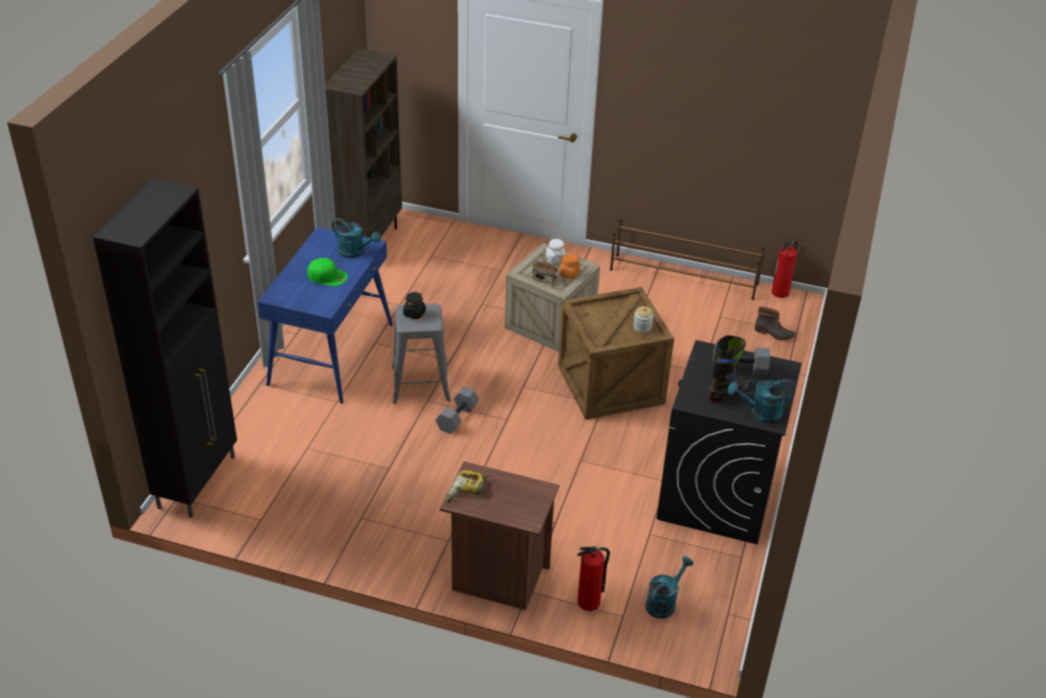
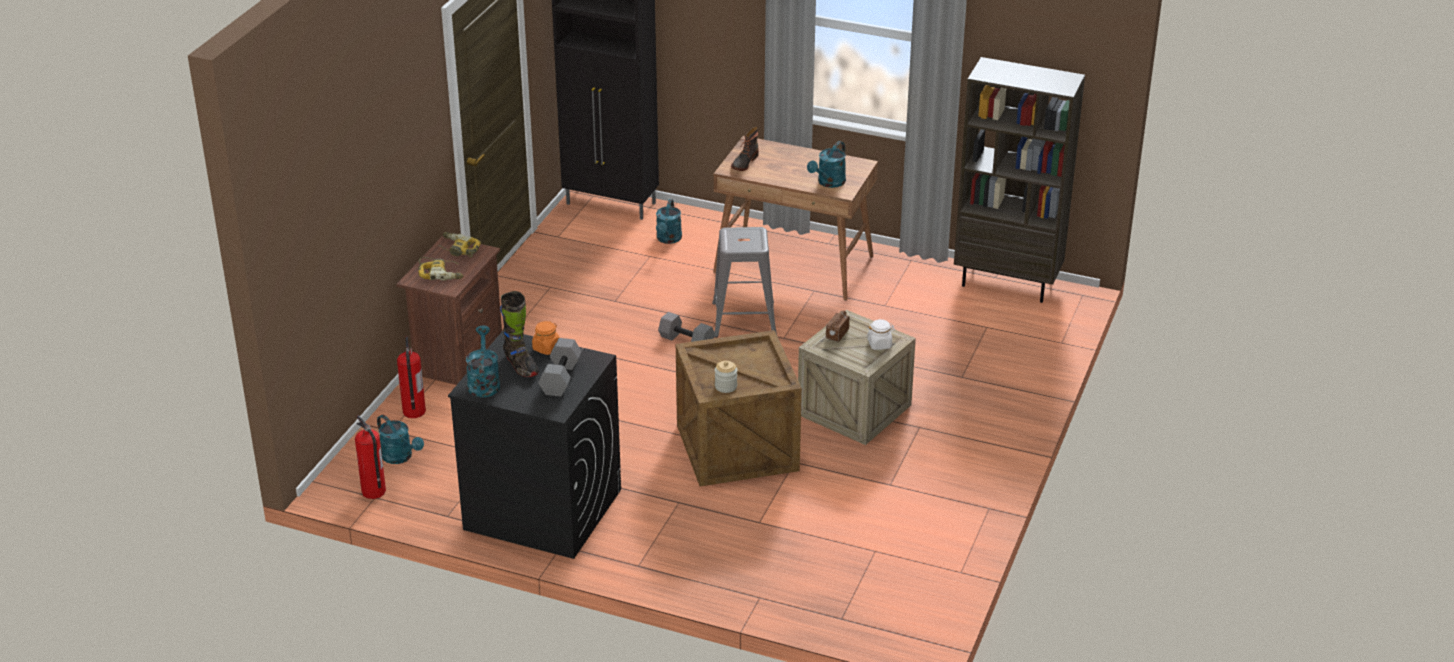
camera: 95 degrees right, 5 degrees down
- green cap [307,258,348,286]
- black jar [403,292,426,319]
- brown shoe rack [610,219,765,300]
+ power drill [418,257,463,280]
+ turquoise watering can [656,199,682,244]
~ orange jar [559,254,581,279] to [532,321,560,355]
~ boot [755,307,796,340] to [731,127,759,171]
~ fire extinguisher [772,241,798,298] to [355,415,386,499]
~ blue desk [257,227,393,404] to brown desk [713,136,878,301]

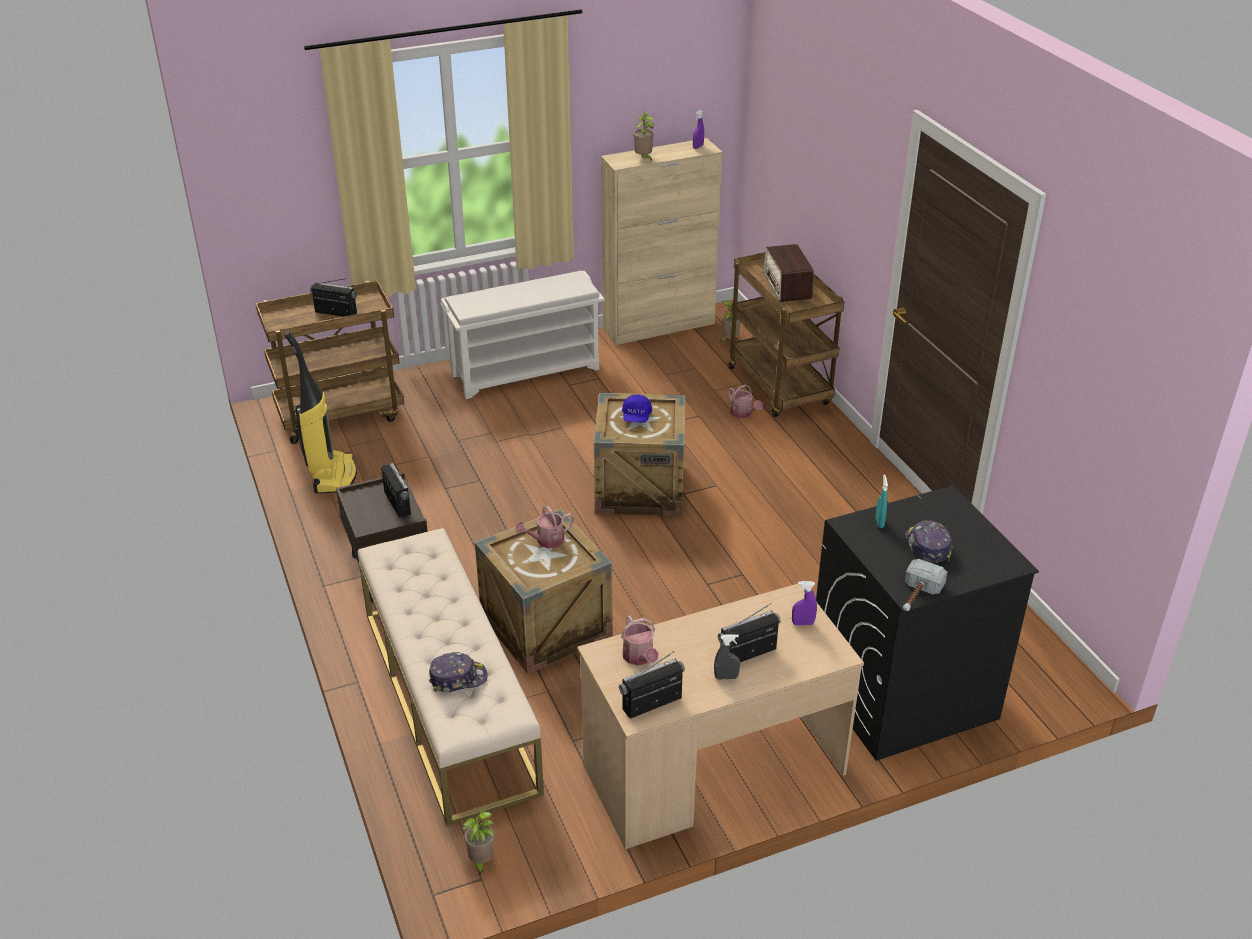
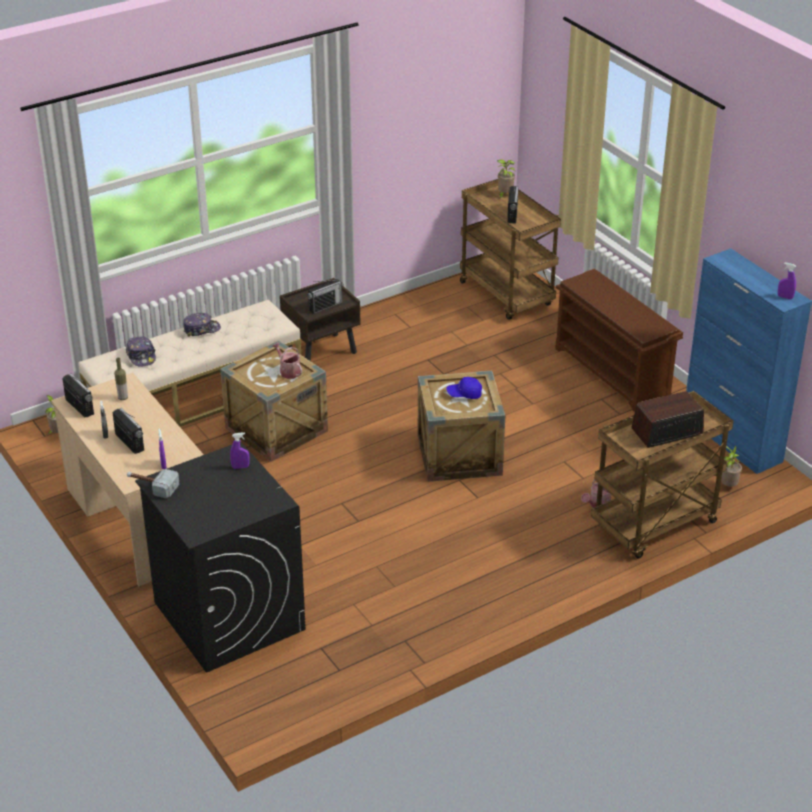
camera: 80 degrees right, 0 degrees up
- vacuum cleaner [284,331,357,494]
~ potted plant [633,112,654,161] to [497,159,515,199]
~ cap [905,520,953,563] to [183,313,221,337]
~ watering can [621,615,659,666] to bottle [114,358,128,400]
~ white shoe rack [441,271,604,399] to brown shoe rack [555,269,683,412]
~ beige cabinet [601,138,722,345] to blue cabinet [686,248,812,474]
~ turquoise spray bottle [876,474,888,528] to purple spray bottle [230,432,249,469]

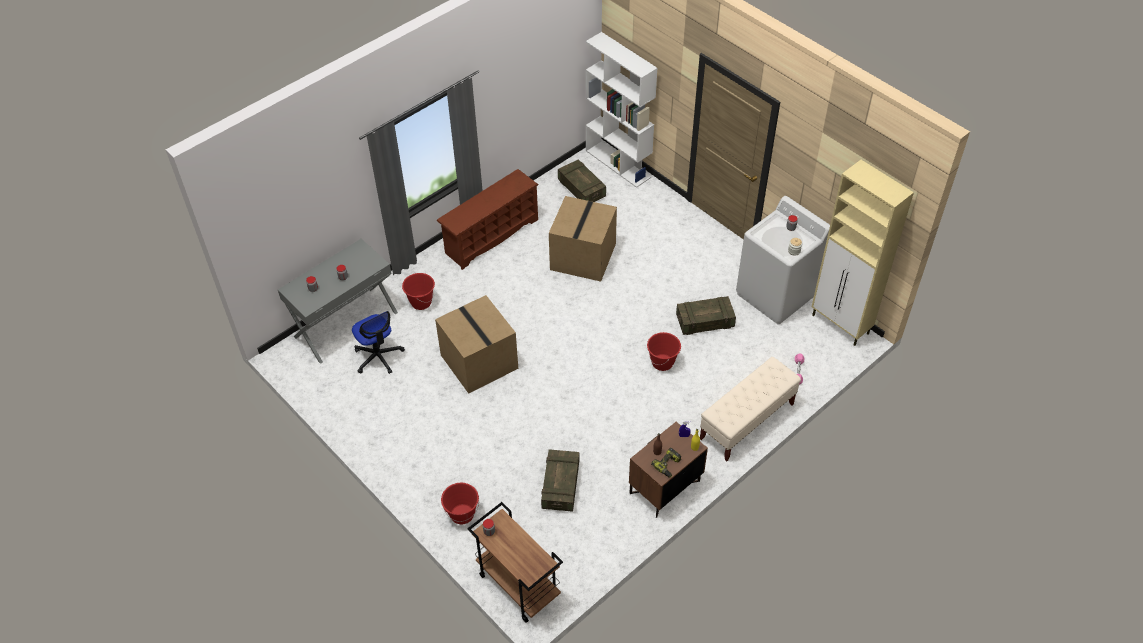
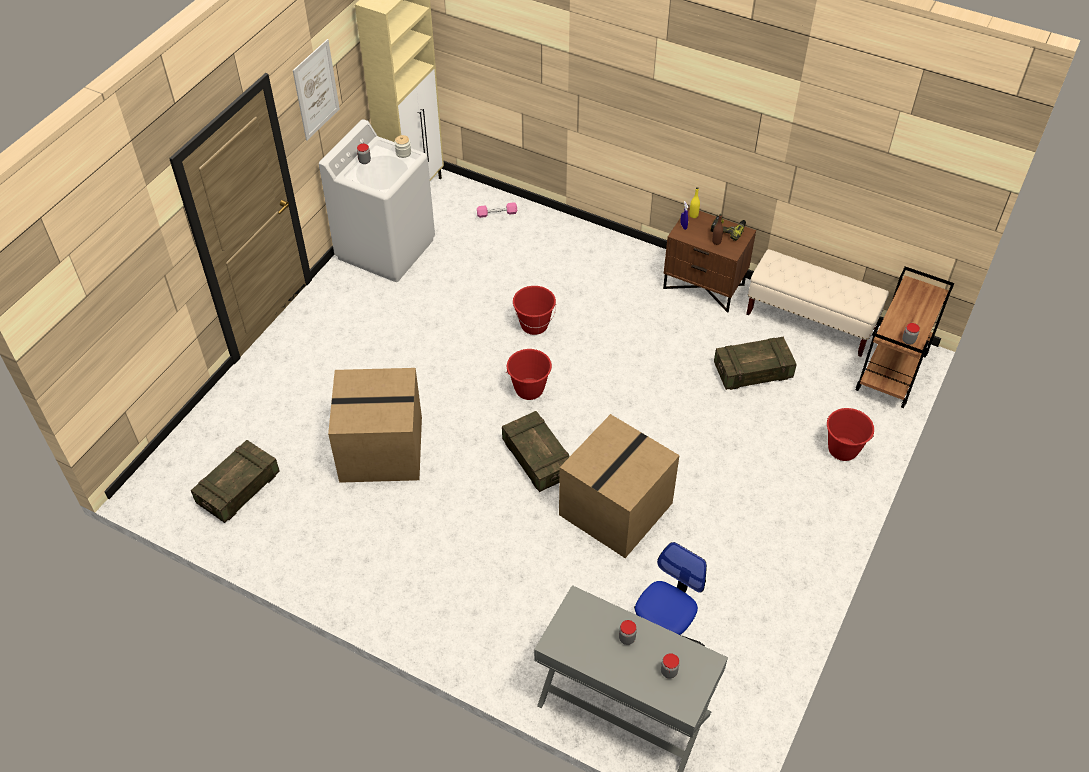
camera: 110 degrees left, 0 degrees up
- brown shoe rack [437,169,539,270]
- white bookcase [586,32,657,188]
+ picture [293,39,340,140]
~ red bucket [402,273,435,310] to [506,349,552,400]
~ crate [676,296,736,335] to [502,411,570,492]
~ beige bench [700,357,801,461] to [746,249,889,357]

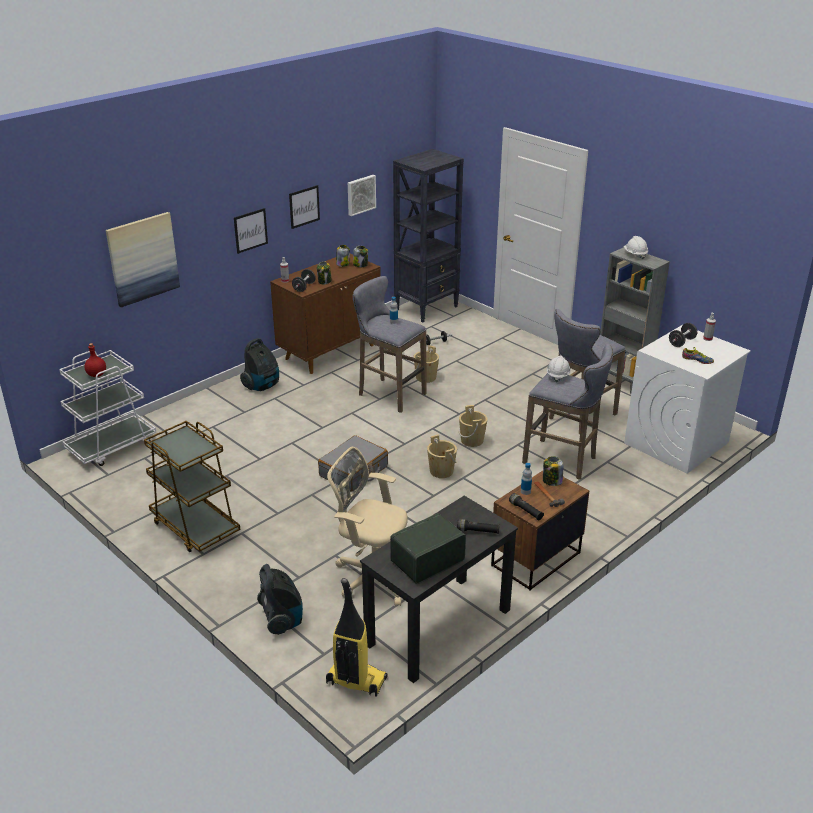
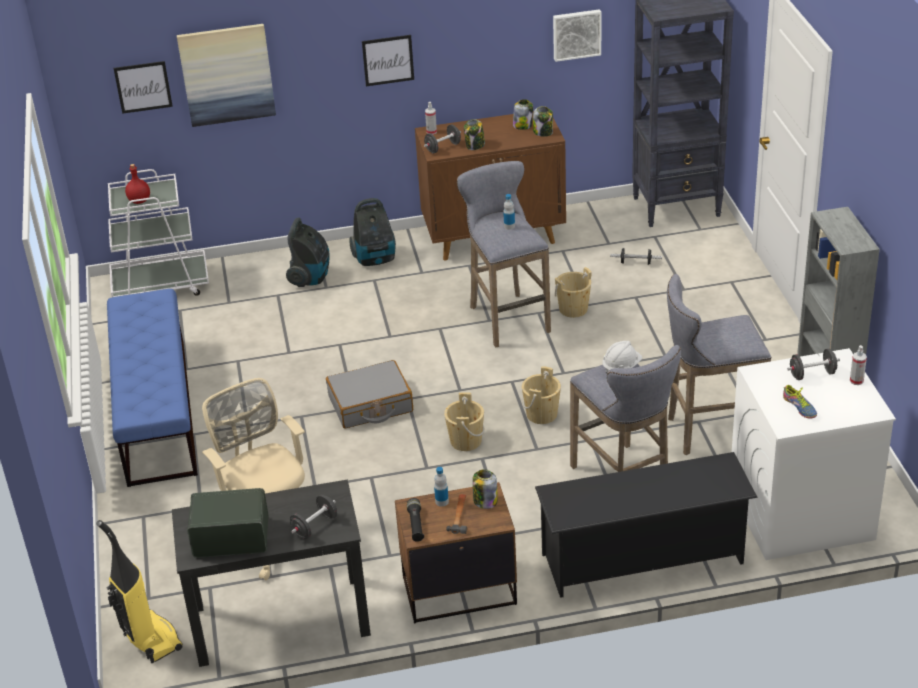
camera: 35 degrees right, 5 degrees up
- white hard hat [624,236,648,260]
+ black shoe rack [535,452,757,598]
~ vacuum cleaner [257,564,303,635] to [286,217,329,287]
~ picture [289,185,320,229] to [114,61,173,114]
~ brown cart [144,421,241,552] to blue bench [107,289,198,487]
~ black flashlight [457,519,500,534] to black dumbbell [290,495,337,539]

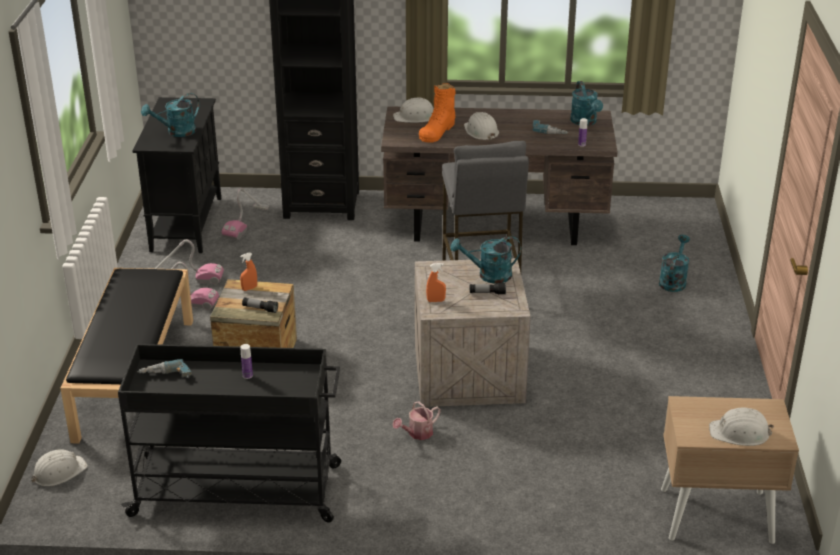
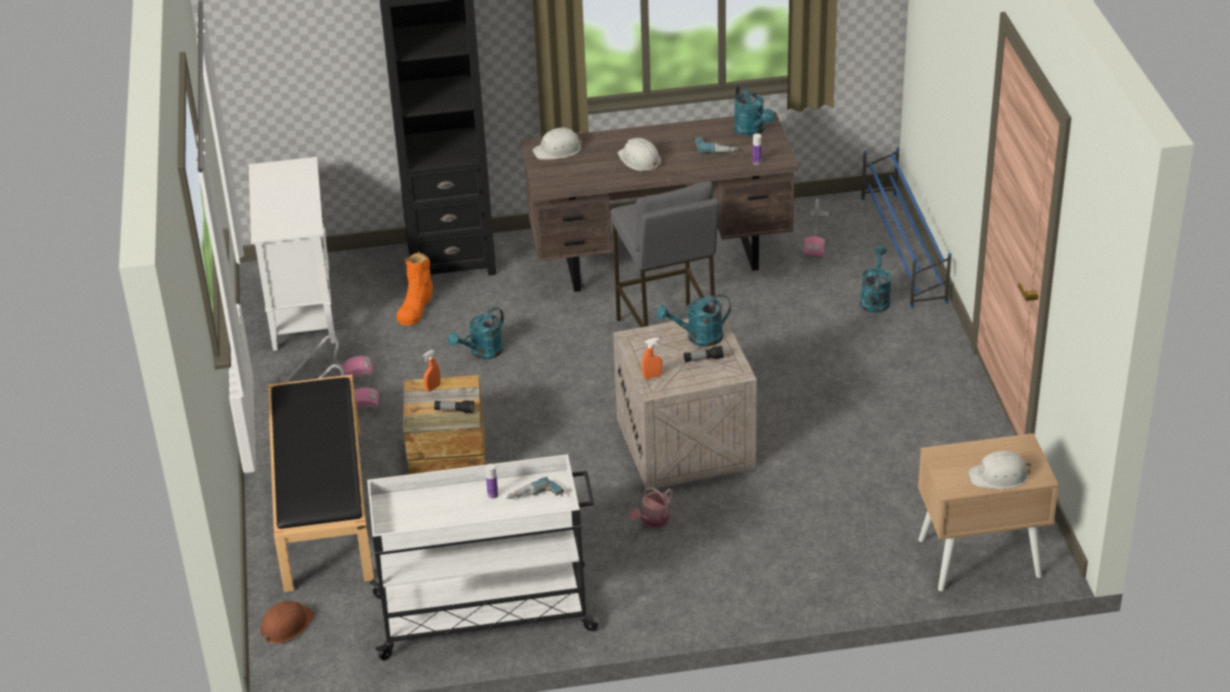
camera: 10 degrees left, 5 degrees up
+ blue shoe rack [861,147,952,308]
~ power drill [137,359,192,378] to [506,477,564,499]
~ turquoise watering can [141,93,200,137] to [448,307,504,360]
~ vacuum cleaner [222,188,269,240] to [803,199,829,259]
~ orange boot [419,83,456,143] to [396,252,433,326]
~ white hard hat [31,449,88,486] to brown hard hat [260,601,315,644]
~ black cart [118,344,341,523] to white cart [367,454,598,661]
~ black cabinet [132,97,221,253] to white cabinet [249,157,336,351]

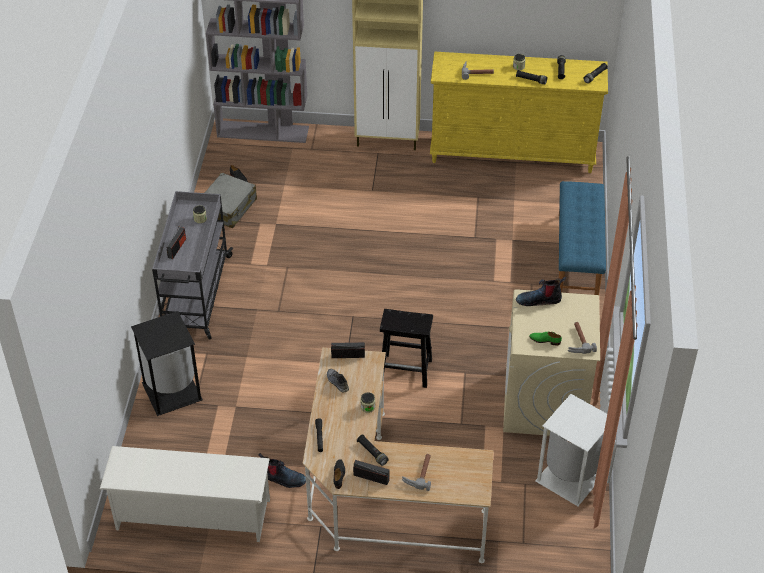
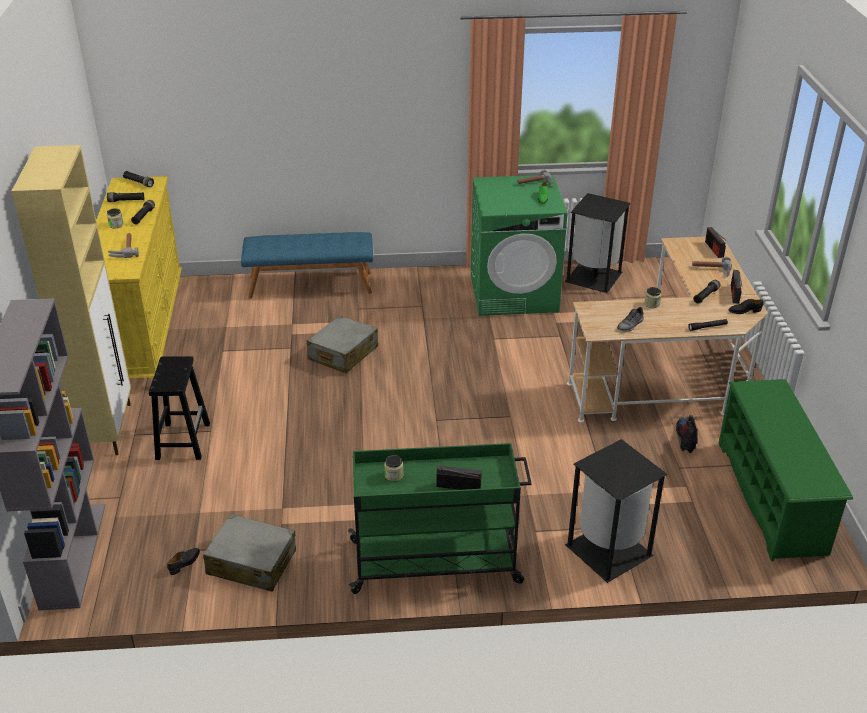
camera: 100 degrees left, 10 degrees down
- boot [516,277,566,306]
+ grey suitcase [307,316,378,373]
~ radio [331,342,365,358] to [705,227,726,258]
~ black stool [380,309,433,388] to [149,356,210,460]
~ white shoe rack [100,446,270,542] to green shoe rack [718,379,853,561]
~ grey cart [152,191,233,340] to green cart [348,443,532,594]
~ beige washing machine [503,289,600,436] to green washing machine [471,175,568,316]
~ white trash can [535,394,607,506] to black trash can [565,193,631,293]

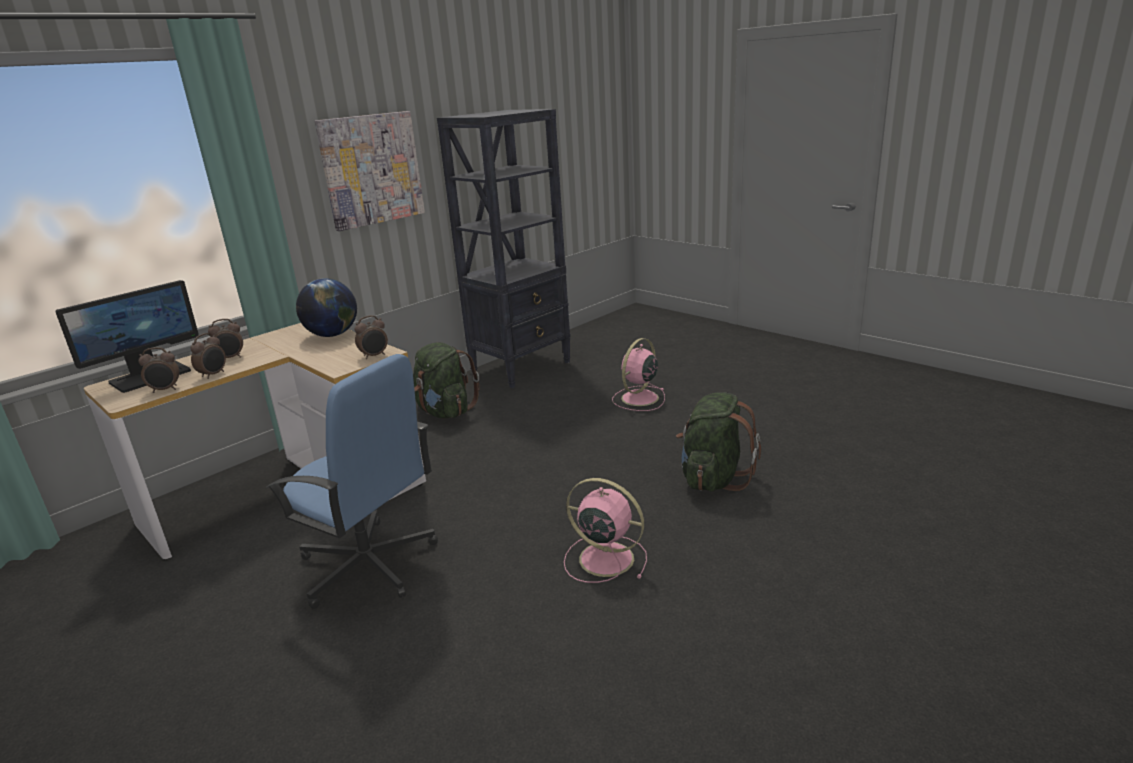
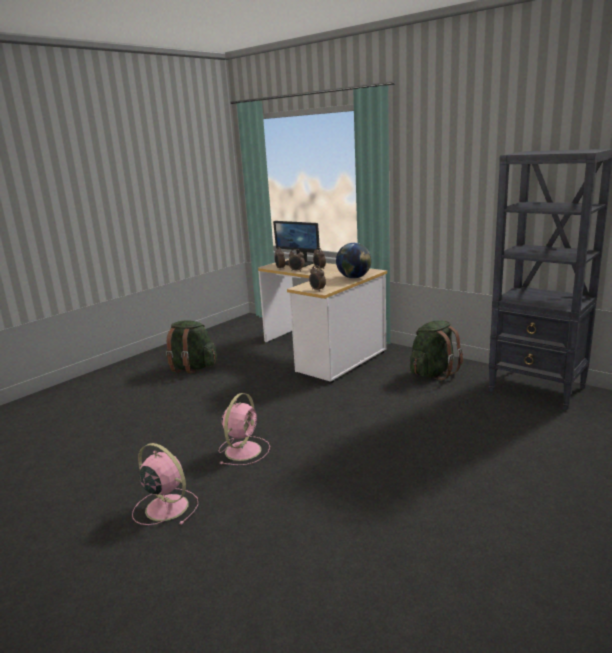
camera: 85 degrees right, 5 degrees down
- blue office chair [266,354,438,609]
- picture [315,111,425,231]
~ pink fan [612,338,665,411] to [132,443,198,525]
~ green backpack [676,393,761,492] to [166,320,217,374]

